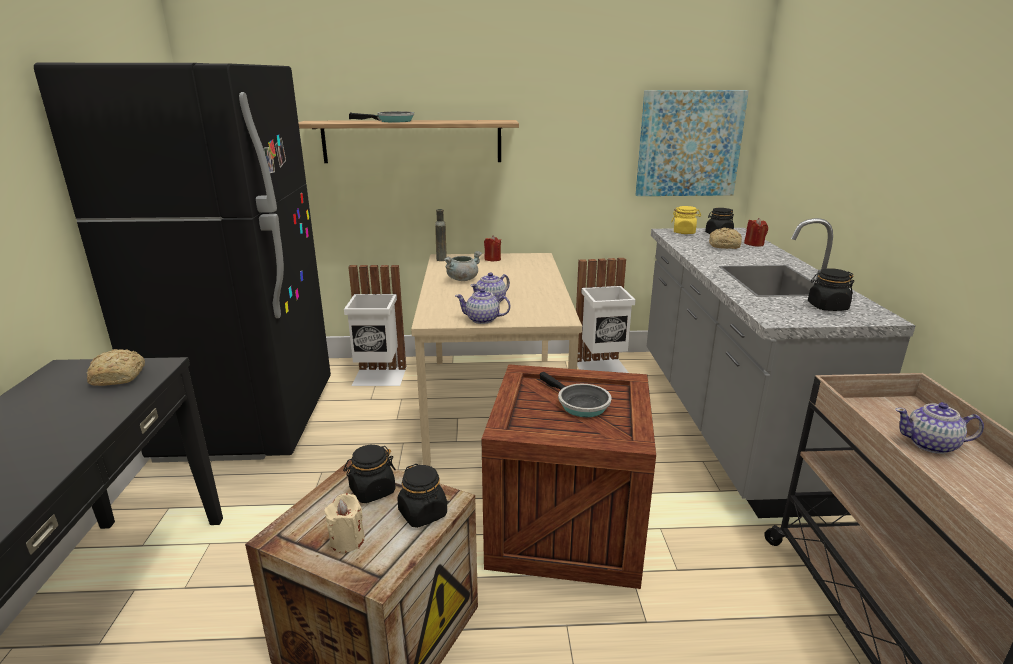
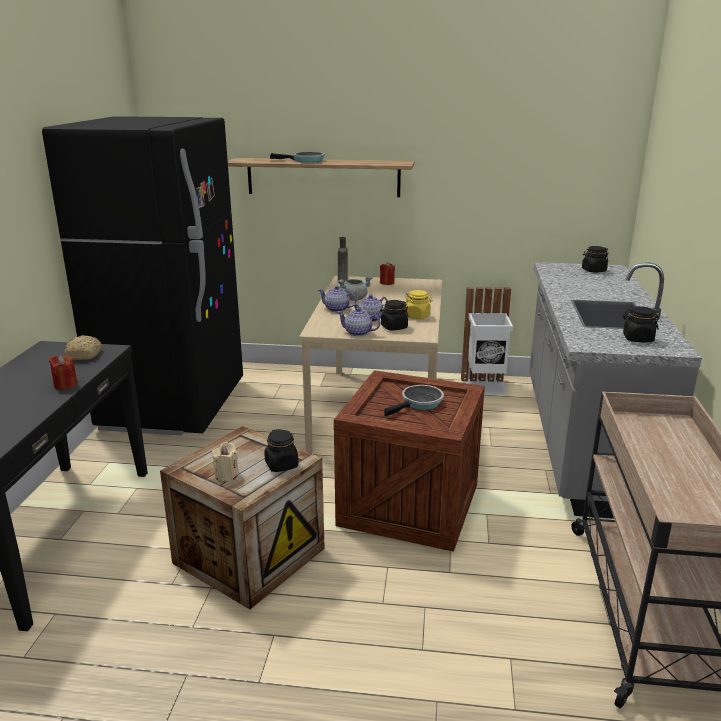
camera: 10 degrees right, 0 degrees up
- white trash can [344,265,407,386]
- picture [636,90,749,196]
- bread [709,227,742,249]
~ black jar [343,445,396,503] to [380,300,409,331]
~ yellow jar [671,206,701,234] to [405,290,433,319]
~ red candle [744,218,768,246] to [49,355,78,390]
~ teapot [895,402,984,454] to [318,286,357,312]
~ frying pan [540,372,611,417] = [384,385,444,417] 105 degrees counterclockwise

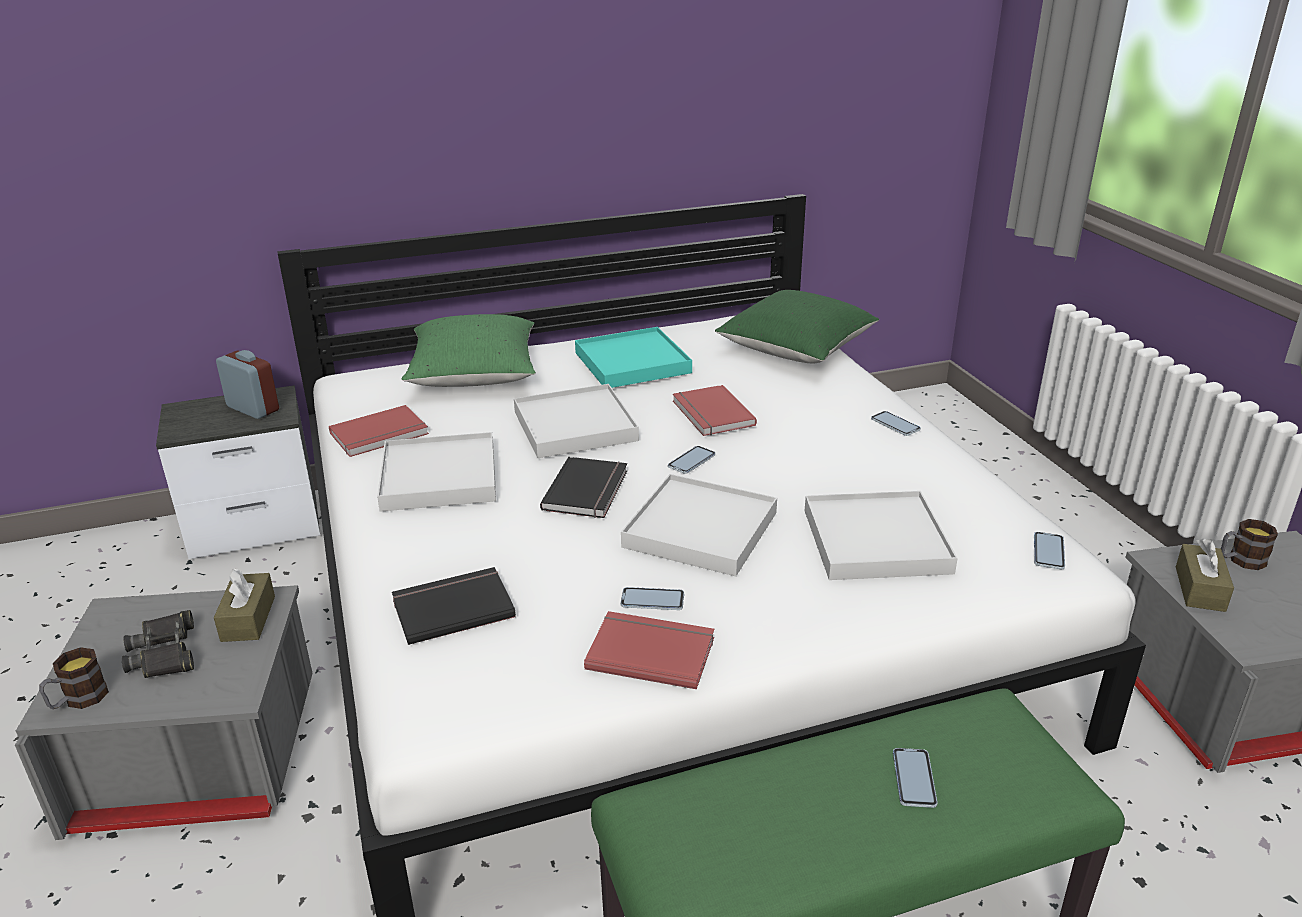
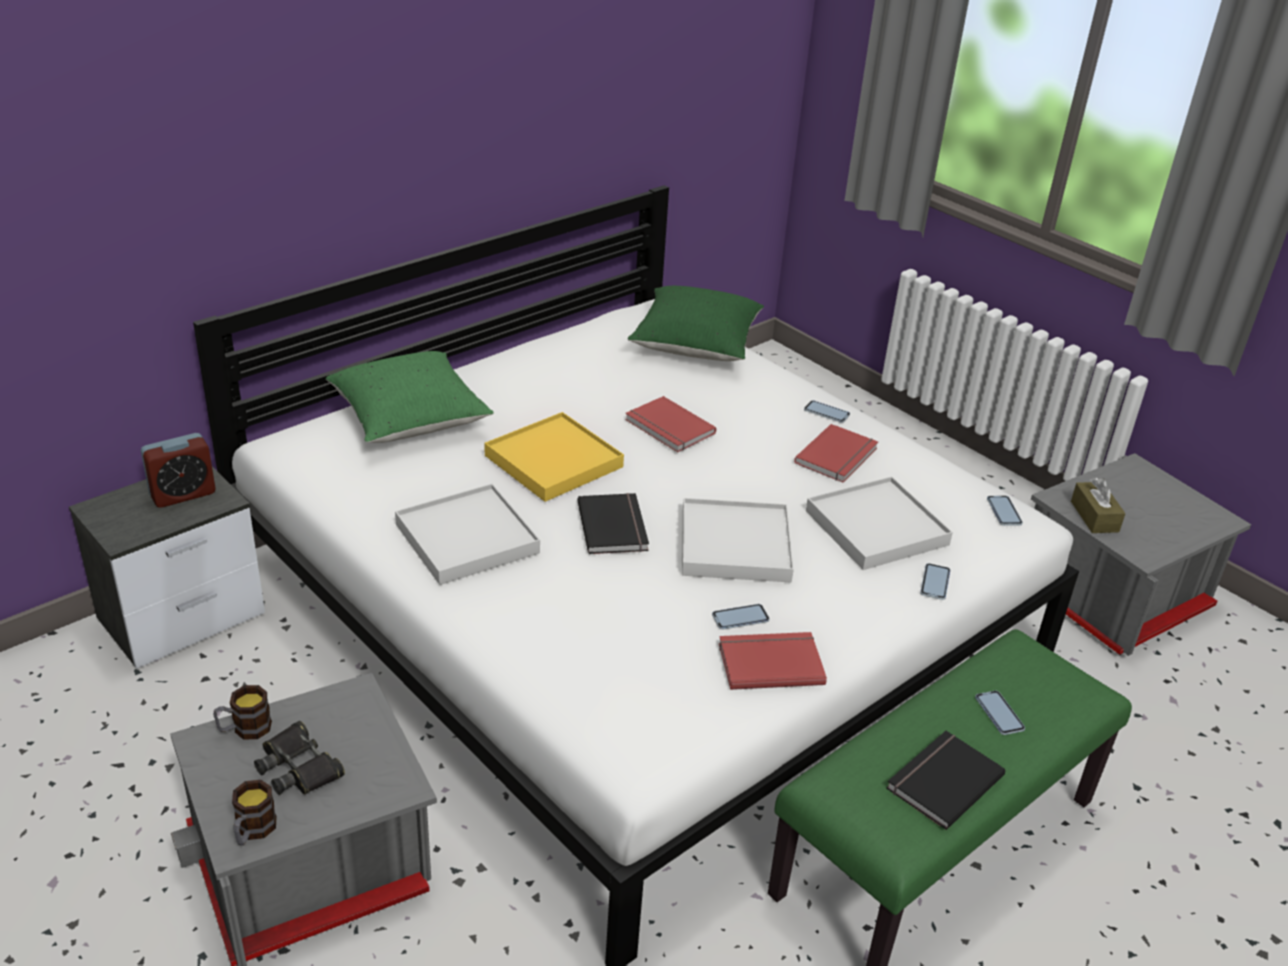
camera: 25 degrees left, 5 degrees up
- brown tissue box [214,569,275,642]
- turquoise tray [575,327,692,388]
~ red book [329,405,429,457] to [794,424,878,482]
~ black book [392,567,516,645] to [886,731,1005,830]
~ phone [668,446,715,474] to [920,563,950,600]
~ mug [1221,519,1278,570] to [214,685,272,740]
~ white tray [514,384,639,458] to yellow tray [484,412,624,502]
~ alarm clock [216,350,279,419] = [141,433,216,508] 135 degrees clockwise

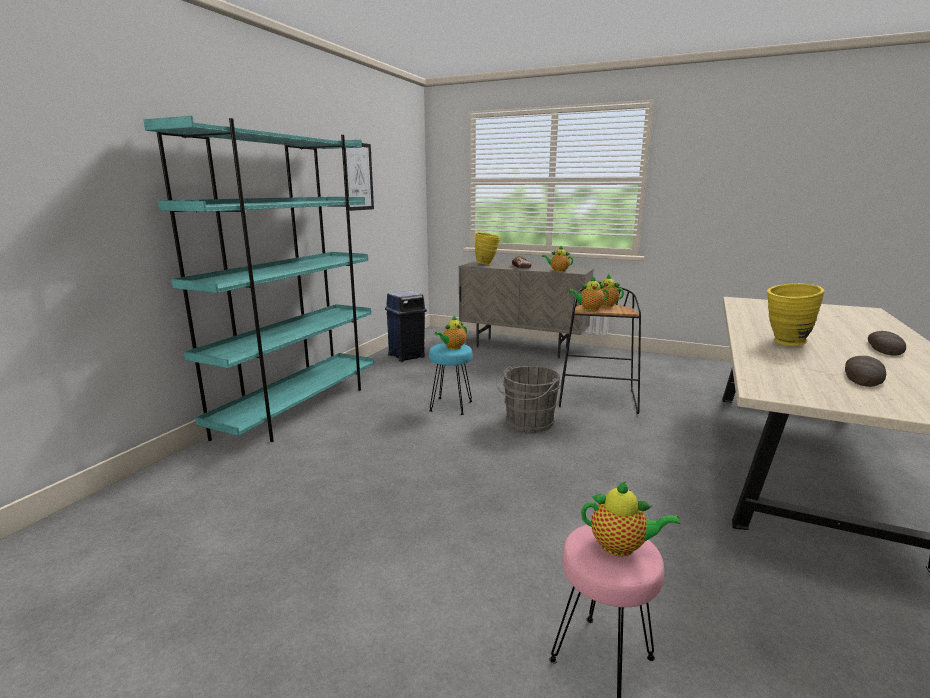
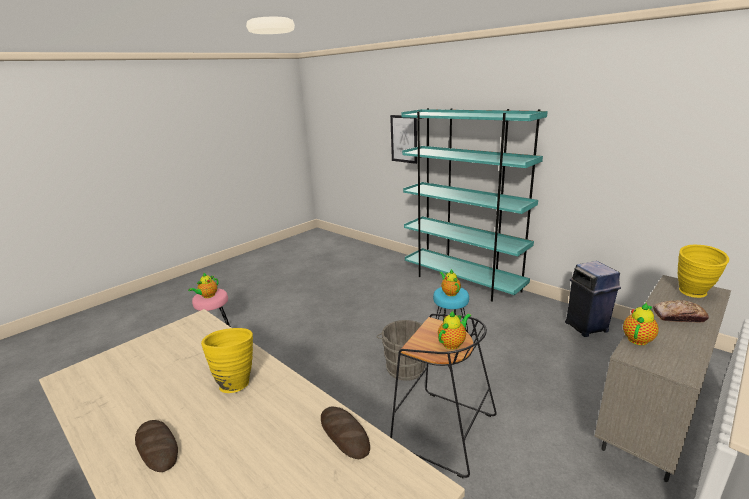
camera: 110 degrees right, 5 degrees up
- teapot [568,276,609,311]
~ picture [345,143,374,211] to [390,115,417,164]
~ bread [845,356,886,387] to [321,407,370,459]

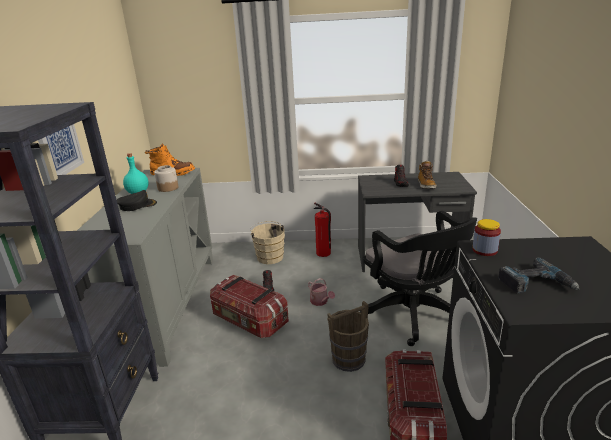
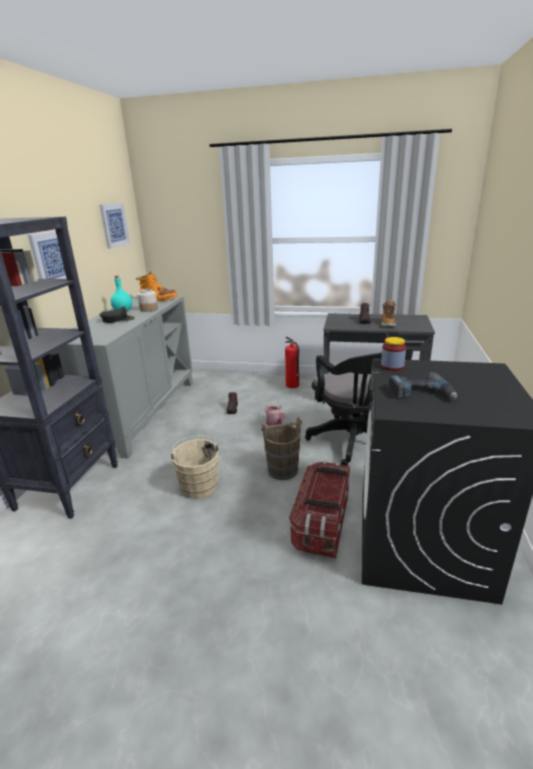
camera: 10 degrees right, 0 degrees up
- storage box [210,275,289,338]
+ picture [100,203,130,249]
~ beige bucket [250,221,285,264] to [169,436,221,499]

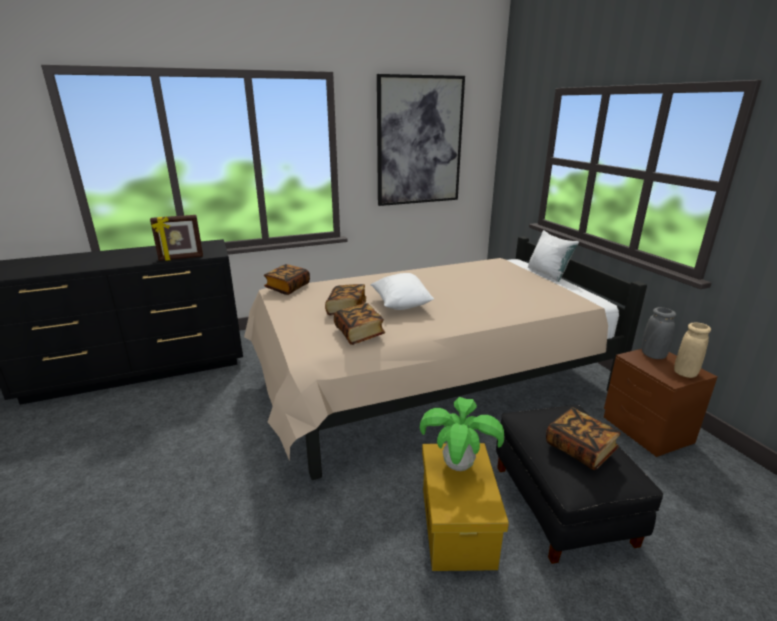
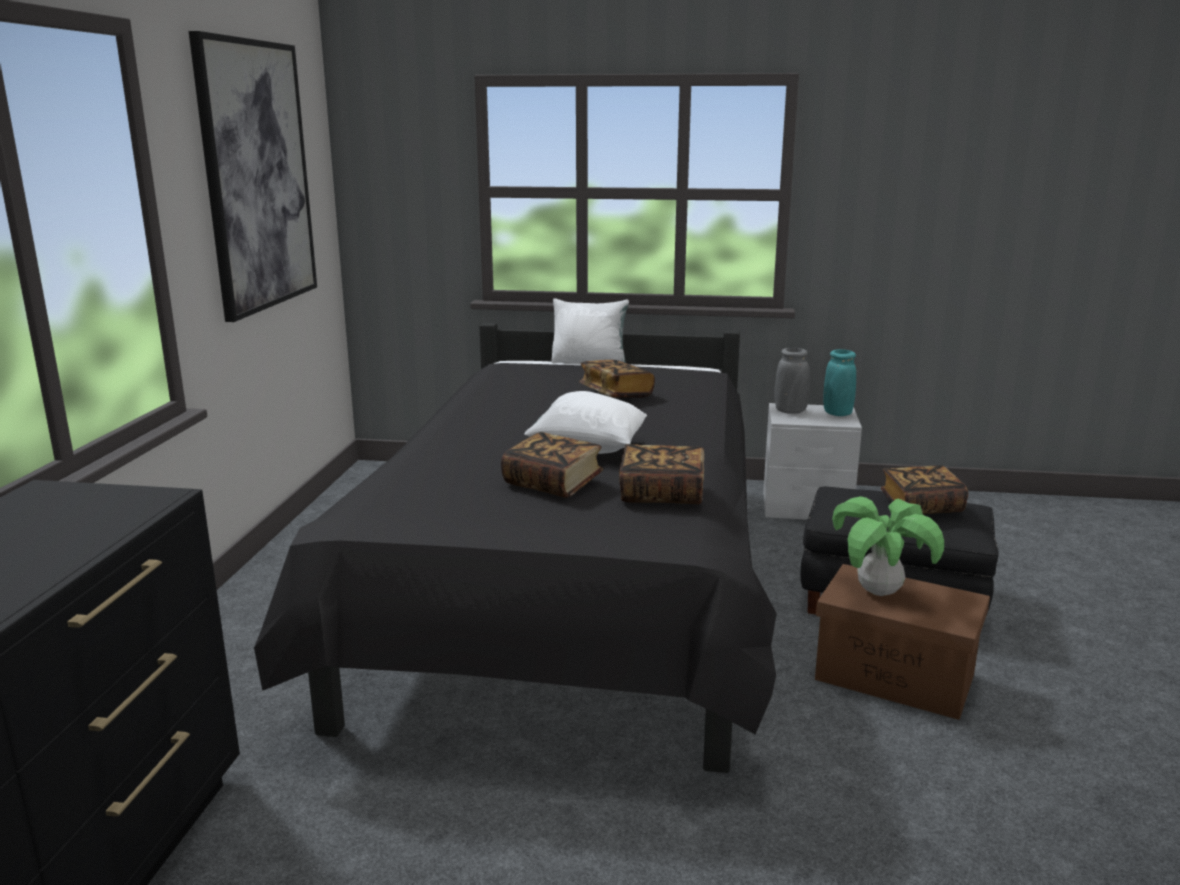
camera: 60 degrees left, 5 degrees down
- picture frame [150,215,203,261]
~ book [264,264,310,295] to [579,360,655,398]
~ beige bed [244,236,647,480] to black bed [254,323,777,773]
~ yellow storage box [422,443,509,571] to brown storage box [815,564,990,720]
~ brown nightstand [604,349,718,457] to grey nightstand [763,403,862,520]
~ beige vase [674,323,711,378] to turquoise vase [823,349,856,416]

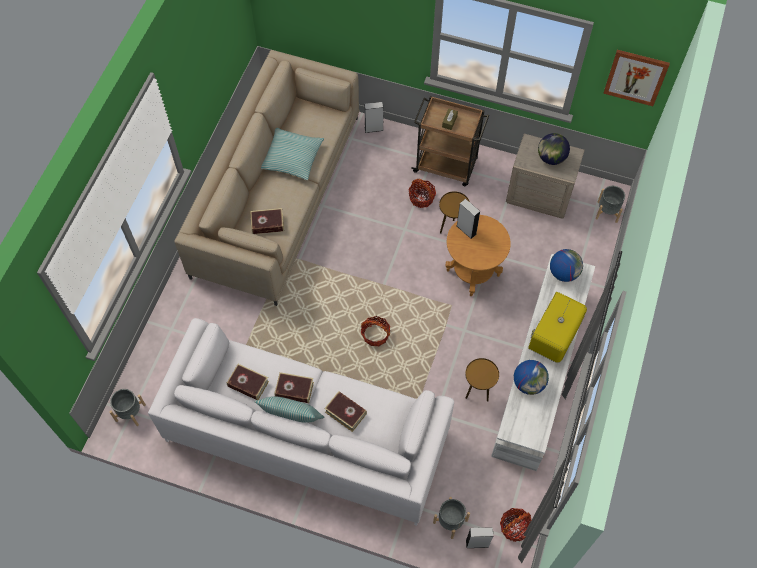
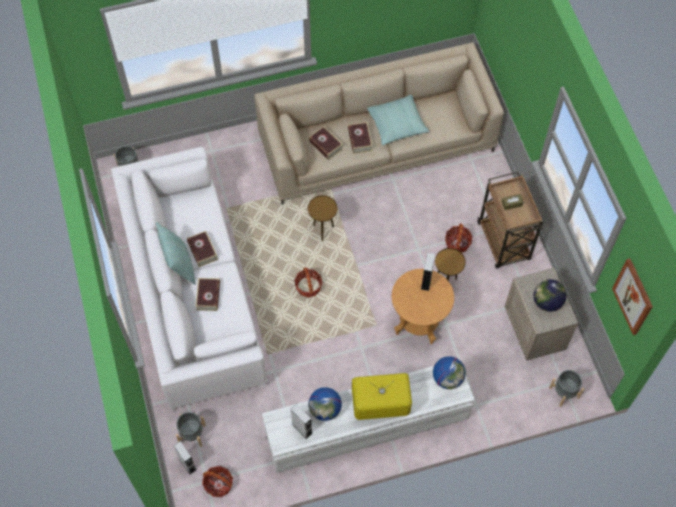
camera: 55 degrees right, 0 degrees up
~ book [227,364,269,400] to [348,122,372,154]
~ grey speaker [364,102,384,133] to [291,404,313,439]
~ brown side table [465,358,499,402] to [308,195,337,241]

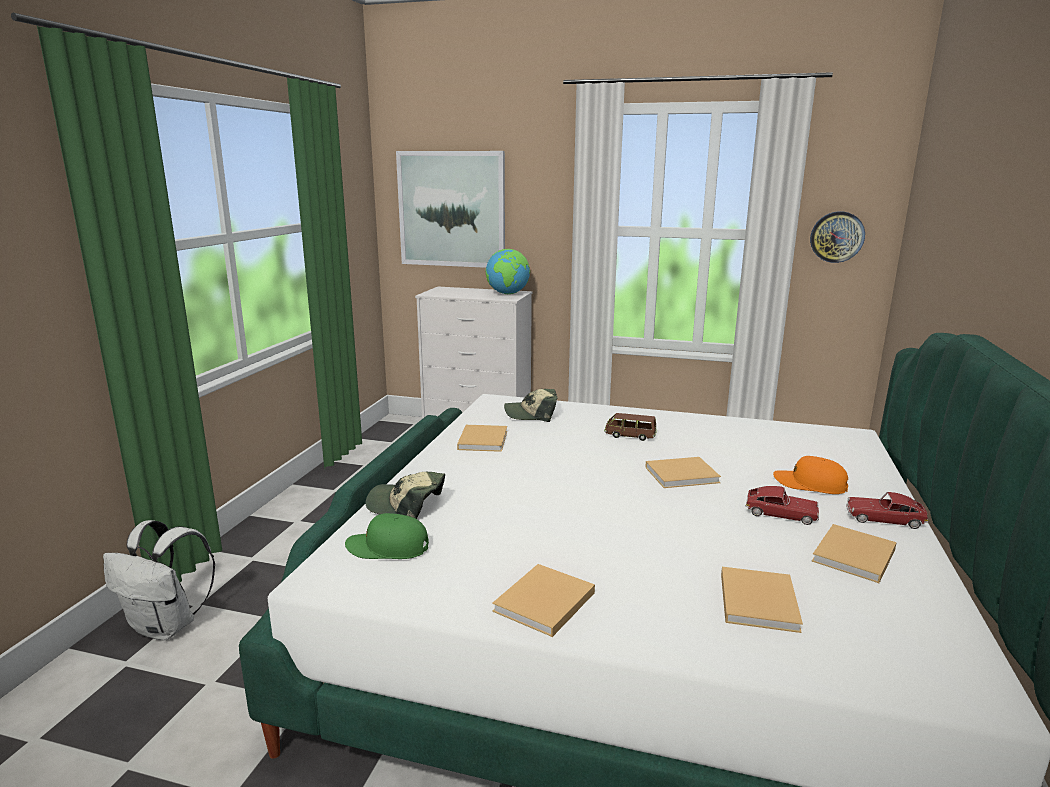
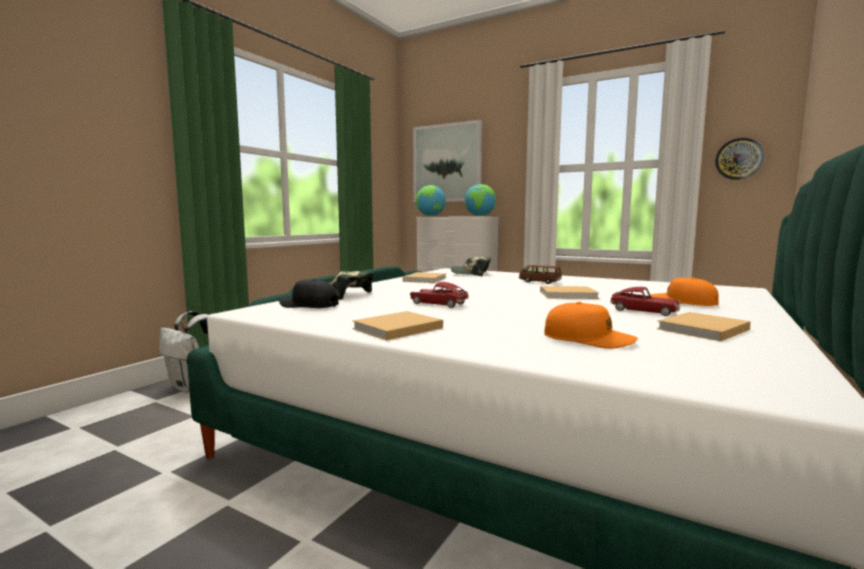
camera: 15 degrees right, 10 degrees down
+ globe [416,185,446,216]
~ toy car [846,492,928,529] to [410,282,469,308]
~ beige book [721,567,803,633] to orange cap [544,302,638,348]
~ green cap [345,513,429,559] to black cap [279,279,339,308]

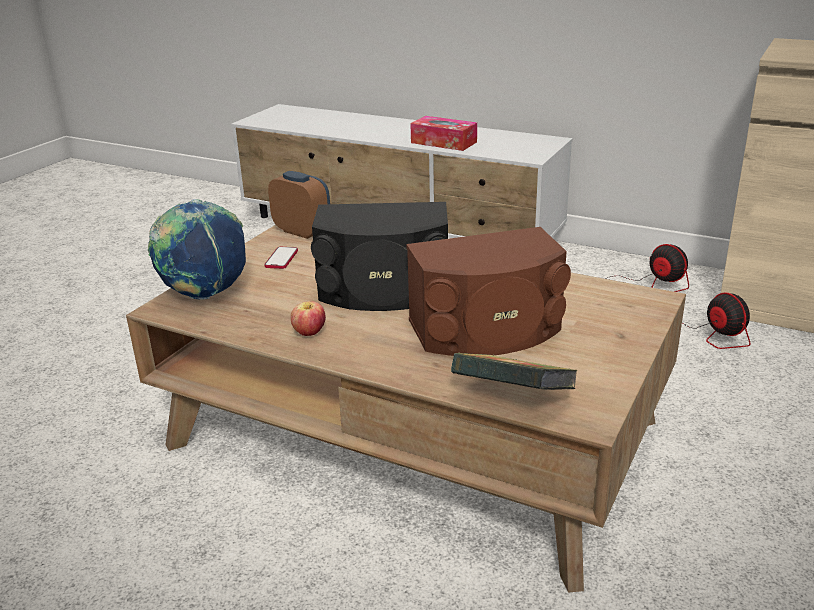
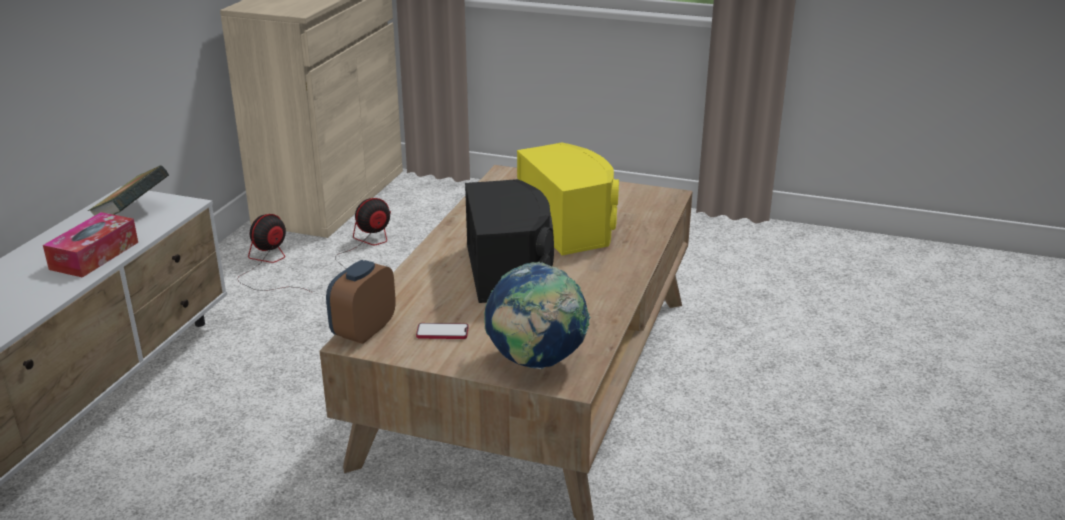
camera: 100 degrees left, 0 degrees up
- apple [291,301,326,336]
~ book [451,353,577,390] to [88,165,169,216]
~ brown speaker [406,227,571,356] to yellow speaker [517,143,619,256]

